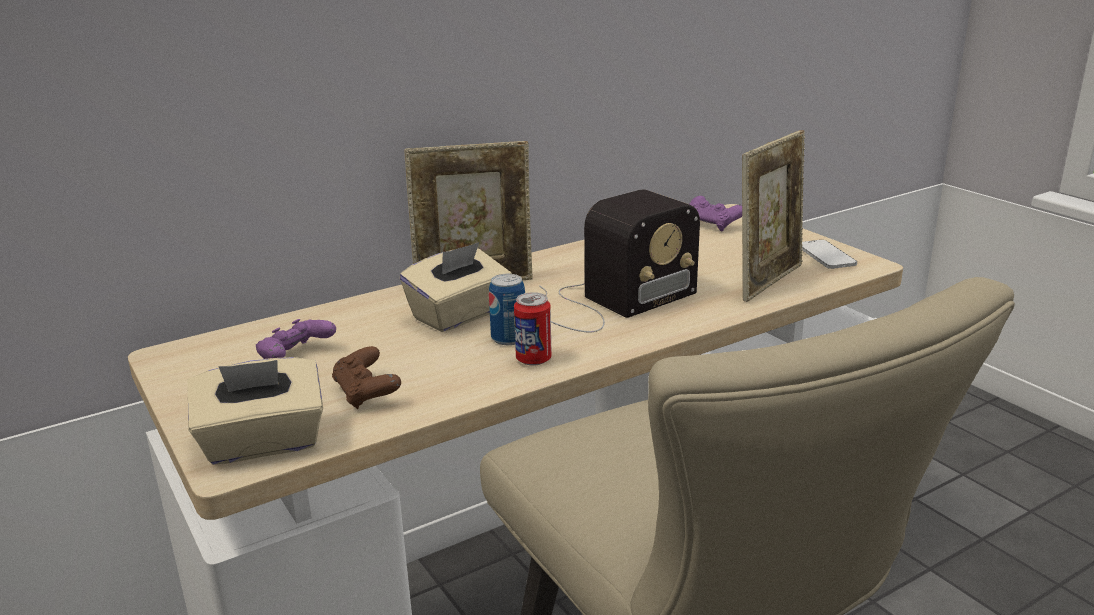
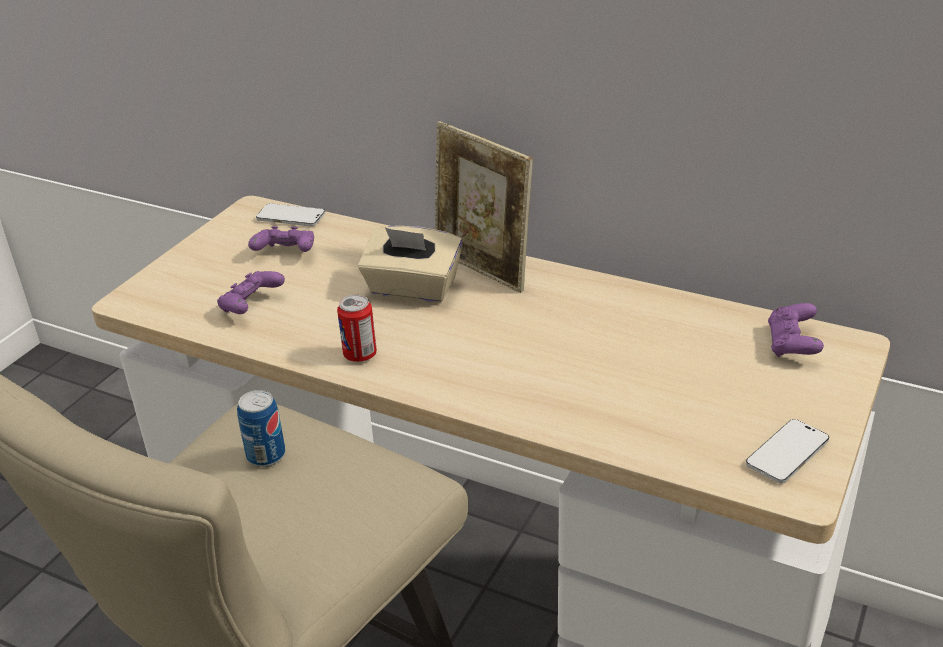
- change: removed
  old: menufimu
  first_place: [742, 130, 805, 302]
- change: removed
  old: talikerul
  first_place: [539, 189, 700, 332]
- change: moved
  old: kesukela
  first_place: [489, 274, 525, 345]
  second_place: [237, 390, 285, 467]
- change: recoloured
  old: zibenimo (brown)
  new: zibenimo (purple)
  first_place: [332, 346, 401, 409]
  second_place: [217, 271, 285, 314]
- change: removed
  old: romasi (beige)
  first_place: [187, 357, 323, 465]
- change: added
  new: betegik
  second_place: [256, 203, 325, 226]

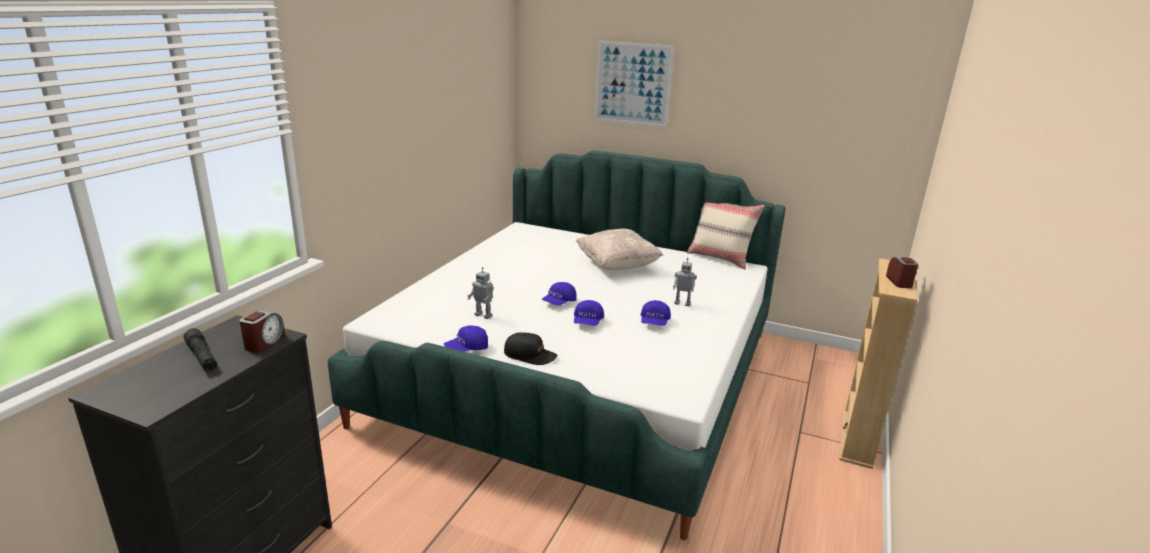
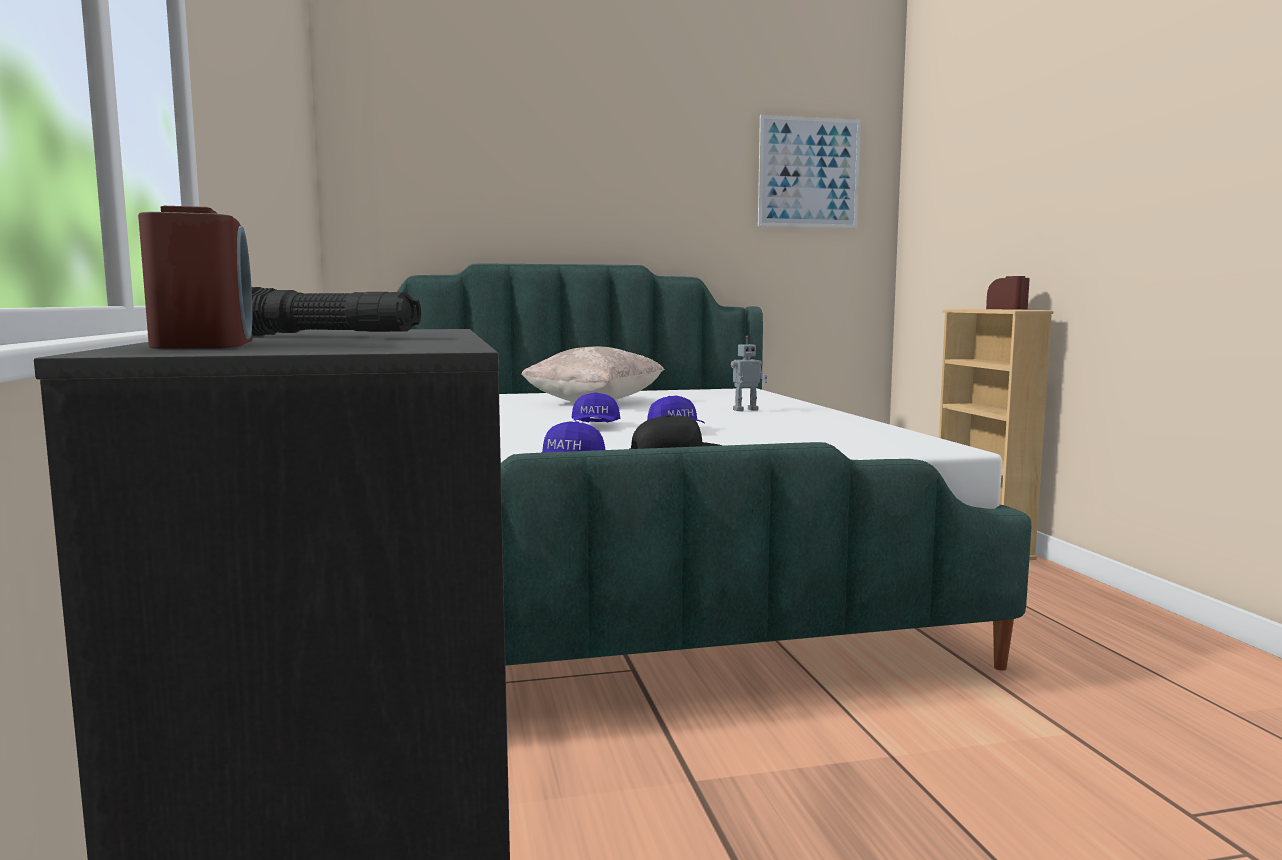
- change: moved
  old: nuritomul
  first_place: [594, 41, 674, 127]
  second_place: [758, 115, 861, 228]
- change: removed
  old: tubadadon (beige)
  first_place: [687, 202, 765, 270]
- change: removed
  old: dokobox
  first_place: [467, 267, 494, 319]
- change: removed
  old: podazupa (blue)
  first_place: [641, 300, 671, 326]
- change: moved
  old: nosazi
  first_place: [239, 310, 285, 353]
  second_place: [138, 206, 253, 349]

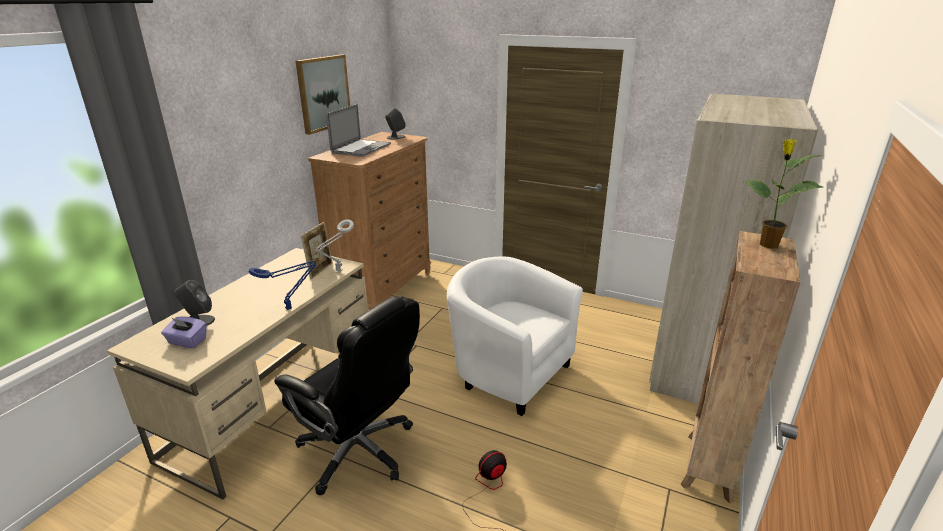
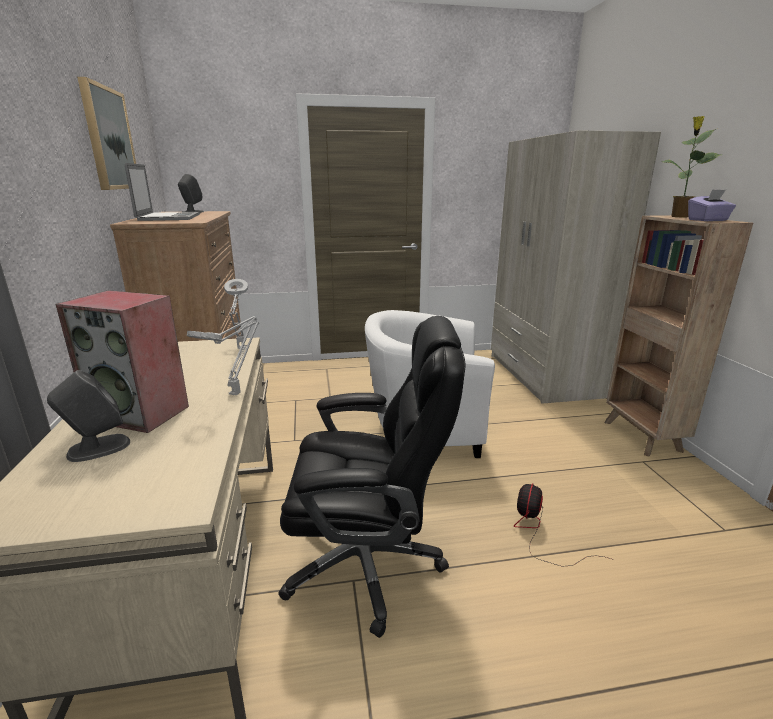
- change: removed
  old: menufimu
  first_place: [301, 222, 333, 279]
- change: recoloured
  old: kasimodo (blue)
  new: kasimodo (grey)
  first_place: [249, 260, 316, 310]
  second_place: [187, 316, 259, 395]
- change: moved
  old: romasi (purple)
  first_place: [161, 316, 206, 348]
  second_place: [688, 189, 736, 221]
- change: added
  new: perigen
  second_place: [56, 290, 189, 433]

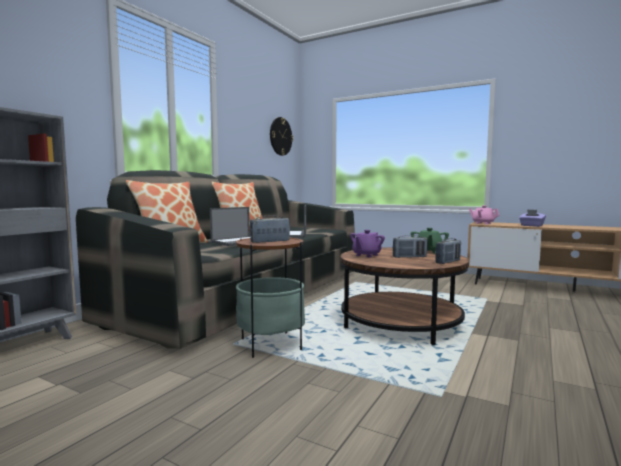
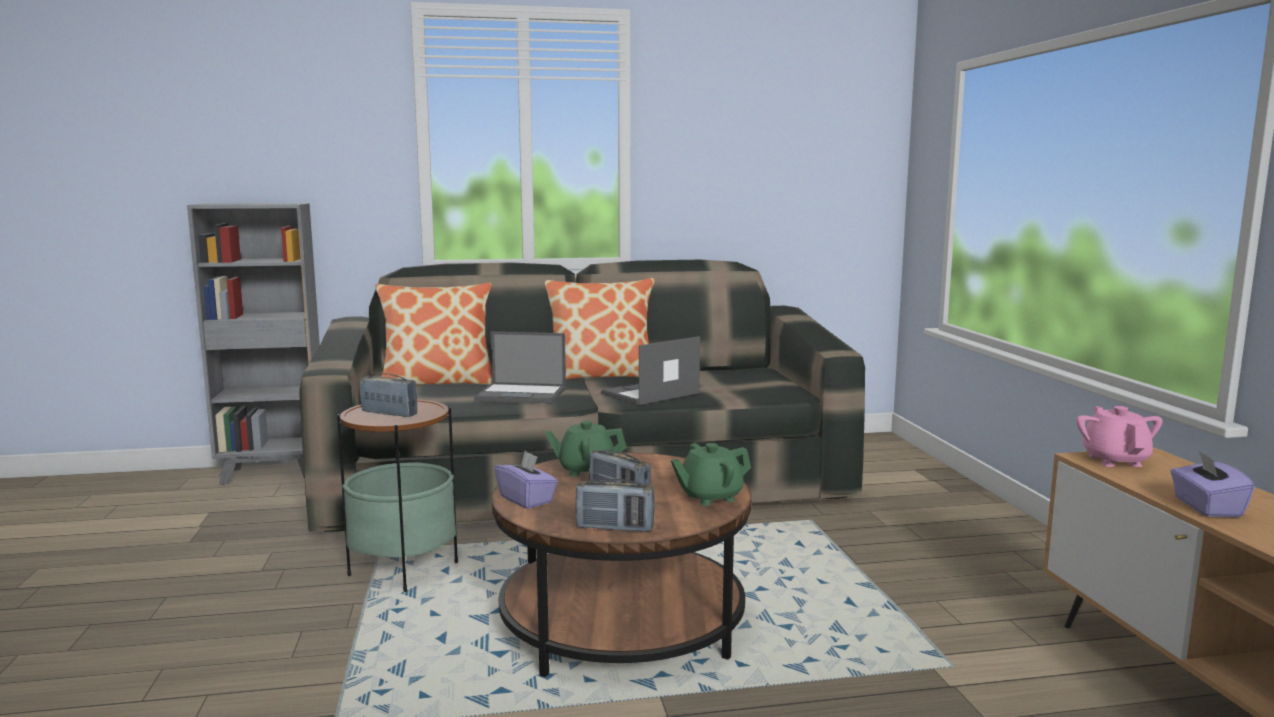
- change: removed
  old: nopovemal
  first_place: [270, 117, 293, 156]
- change: recoloured
  old: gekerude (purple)
  new: gekerude (green)
  first_place: [350, 230, 385, 257]
  second_place: [545, 421, 626, 476]
- change: added
  new: romasi (purple)
  second_place: [494, 451, 558, 509]

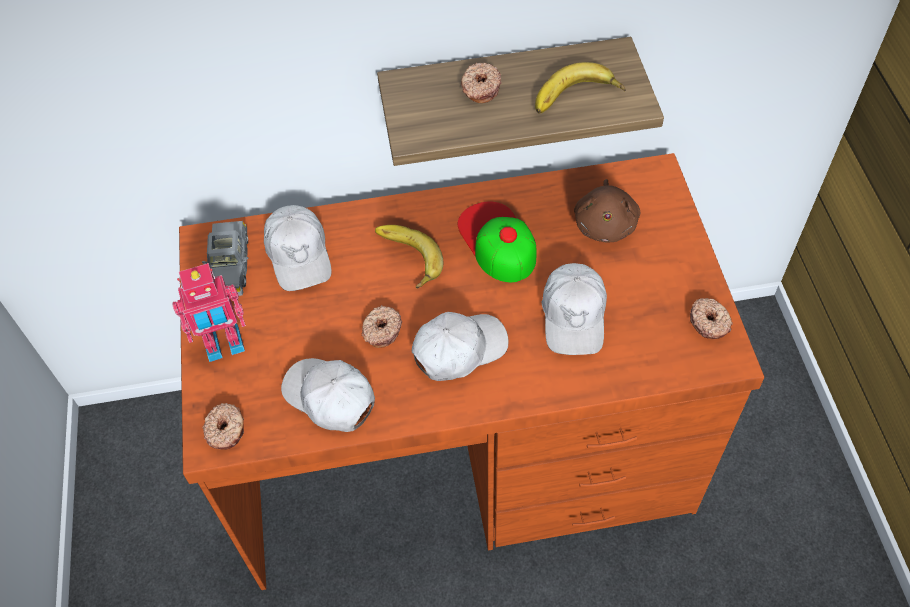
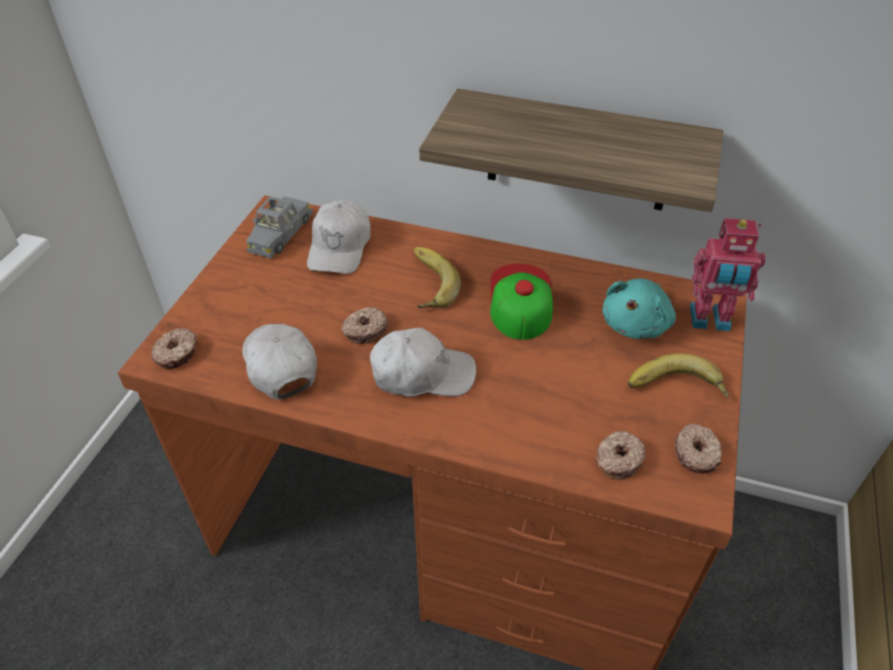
- change: moved
  old: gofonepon
  first_place: [535, 62, 626, 114]
  second_place: [628, 353, 729, 399]
- change: moved
  old: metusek
  first_place: [461, 63, 502, 103]
  second_place: [596, 430, 646, 480]
- change: recoloured
  old: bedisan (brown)
  new: bedisan (turquoise)
  first_place: [574, 179, 640, 242]
  second_place: [602, 278, 676, 339]
- change: moved
  old: dokobox
  first_place: [173, 263, 246, 362]
  second_place: [690, 218, 766, 331]
- change: removed
  old: podazupa (white)
  first_place: [542, 263, 607, 355]

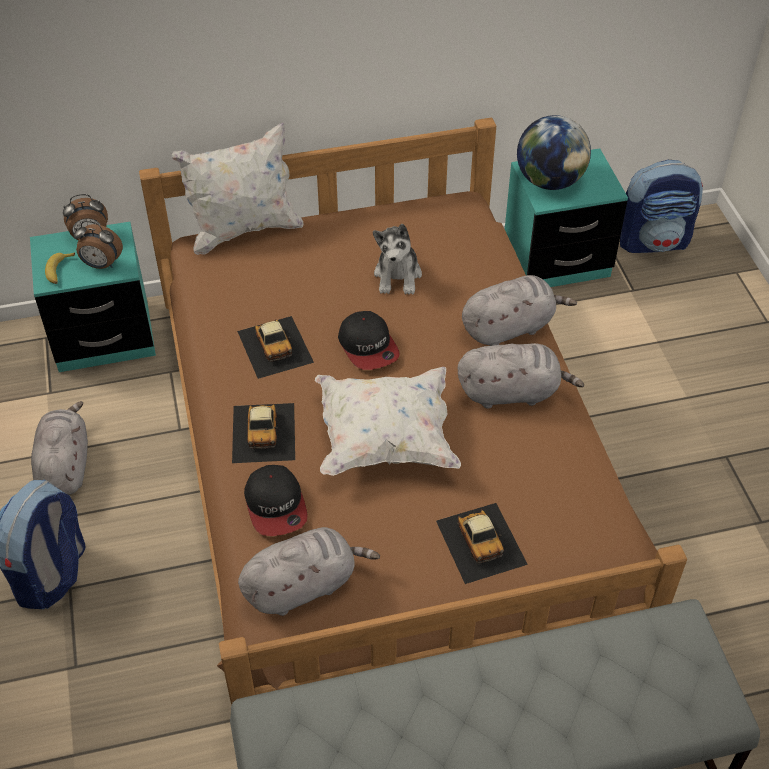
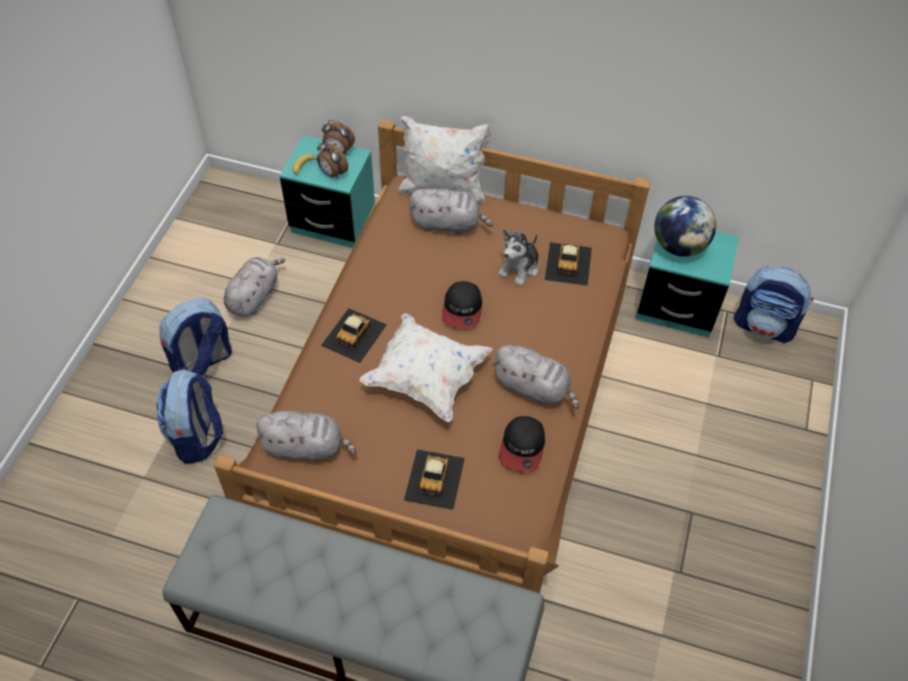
- change: moved
  old: bedisan (grey)
  first_place: [462, 275, 577, 346]
  second_place: [409, 189, 493, 235]
- change: moved
  old: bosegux
  first_place: [237, 316, 314, 379]
  second_place: [545, 242, 592, 286]
- change: moved
  old: podazupa
  first_place: [244, 465, 308, 536]
  second_place: [499, 416, 545, 472]
- change: added
  new: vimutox
  second_place: [157, 369, 223, 464]

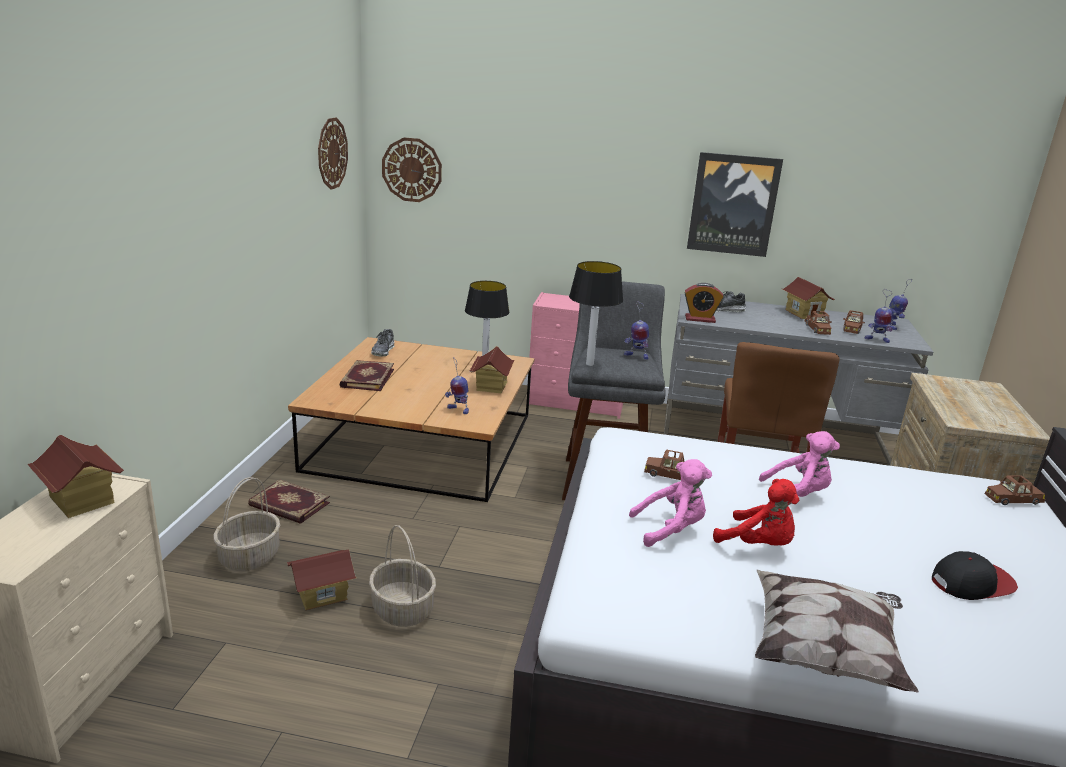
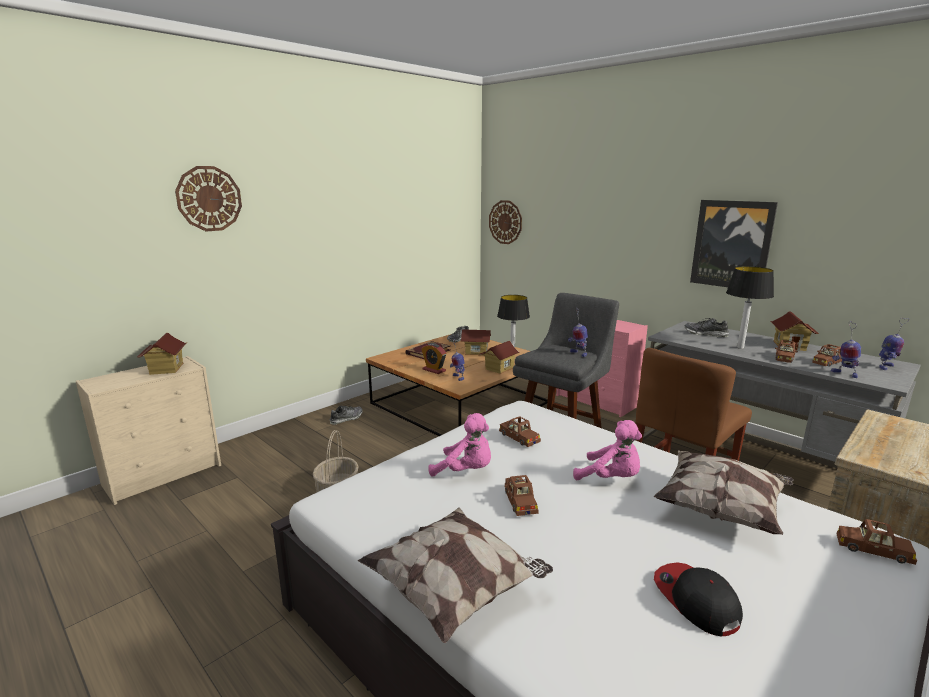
- change: moved
  old: nopovemal
  first_place: [318, 117, 348, 190]
  second_place: [175, 166, 242, 231]
- change: moved
  old: kasimodo
  first_place: [569, 261, 623, 366]
  second_place: [726, 266, 774, 349]
- change: moved
  old: nosazi
  first_place: [684, 283, 724, 323]
  second_place: [421, 343, 446, 374]
- change: removed
  old: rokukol
  first_place: [213, 477, 280, 571]
- change: replaced
  old: bedisan (red)
  new: bosegux (brown)
  first_place: [713, 479, 799, 545]
  second_place: [504, 475, 539, 516]
- change: replaced
  old: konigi
  new: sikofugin
  first_place: [248, 480, 330, 524]
  second_place: [330, 406, 363, 424]
- change: moved
  old: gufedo
  first_place: [287, 549, 356, 610]
  second_place: [461, 329, 491, 355]
- change: turned
  old: podazupa
  first_place: [932, 551, 1018, 600]
  second_place: [654, 562, 743, 636]
  degrees: -135
- change: added
  new: tubadadon
  second_place: [654, 450, 794, 535]

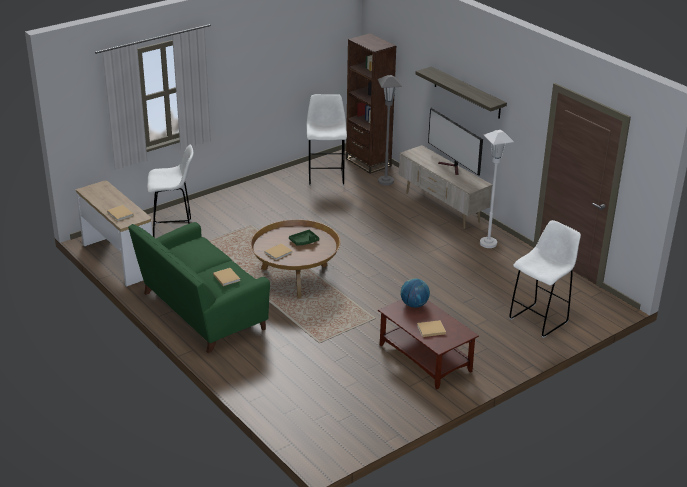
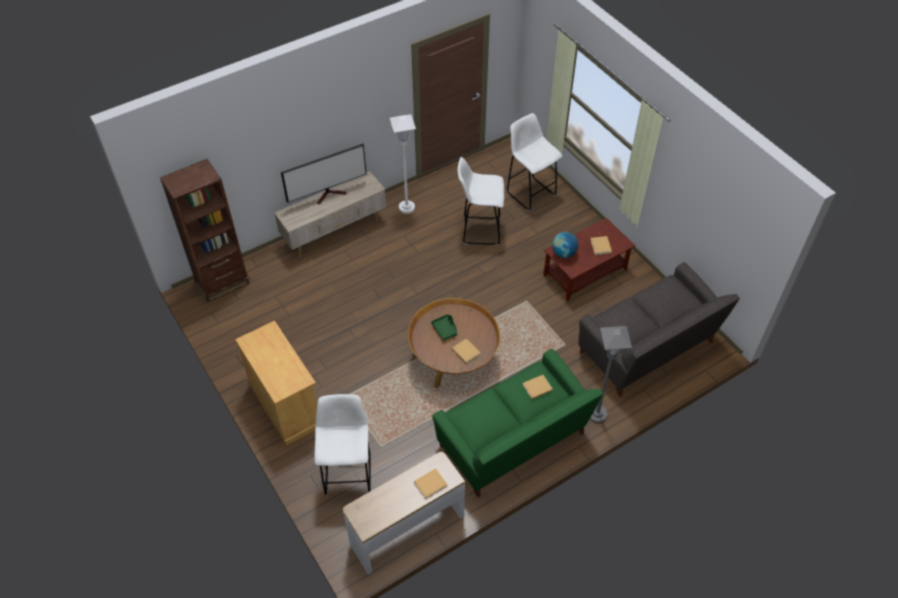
- change: removed
  old: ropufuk
  first_place: [415, 66, 507, 119]
- change: moved
  old: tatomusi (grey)
  first_place: [378, 75, 402, 185]
  second_place: [590, 326, 632, 423]
- change: moved
  old: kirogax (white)
  first_place: [307, 94, 347, 186]
  second_place: [458, 157, 504, 245]
- change: added
  new: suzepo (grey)
  second_place: [578, 262, 740, 397]
- change: added
  new: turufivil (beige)
  second_place: [235, 321, 317, 445]

